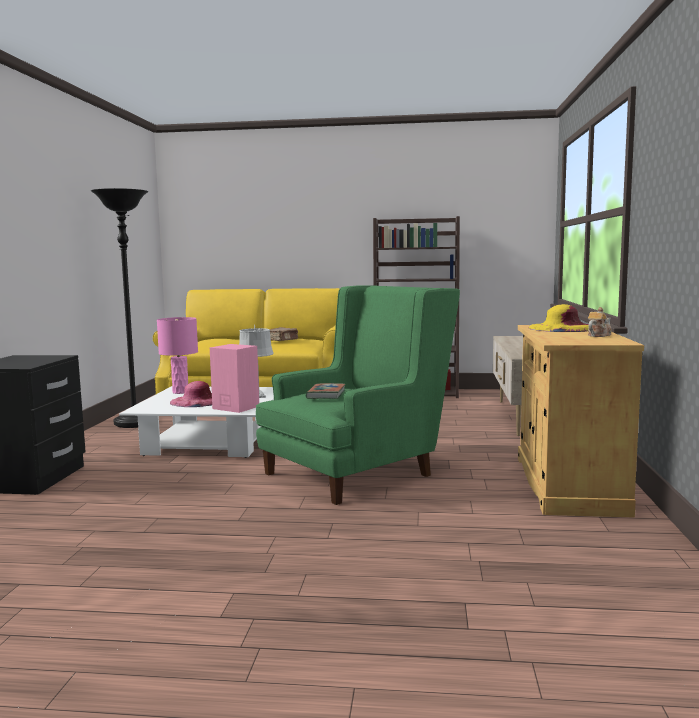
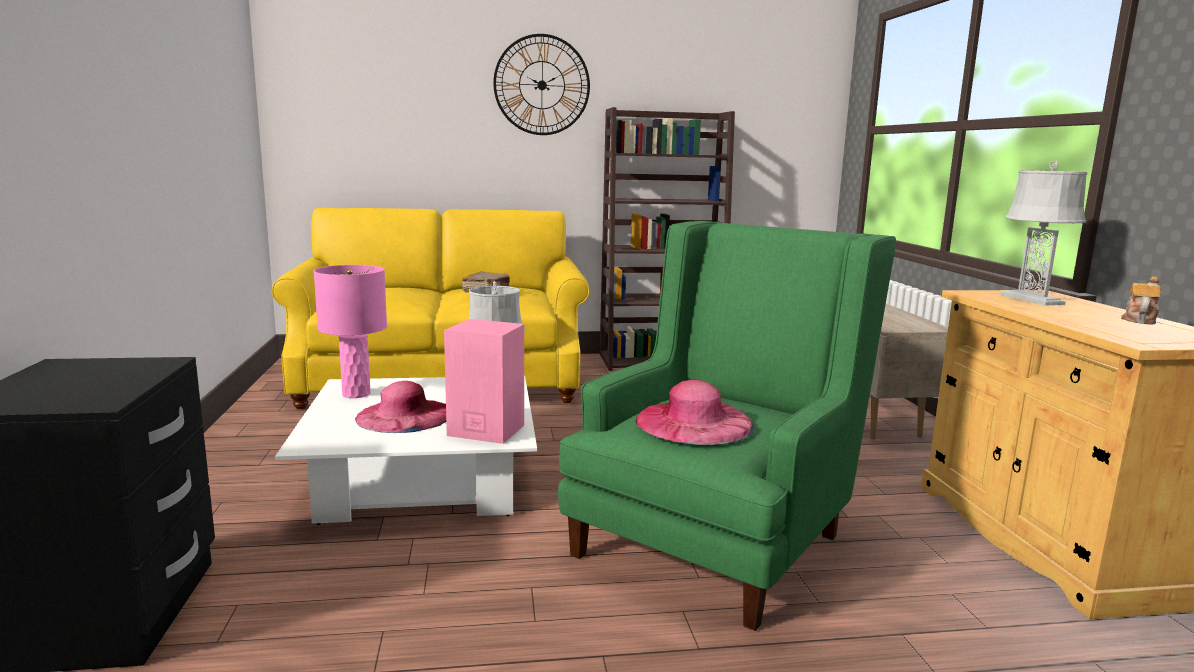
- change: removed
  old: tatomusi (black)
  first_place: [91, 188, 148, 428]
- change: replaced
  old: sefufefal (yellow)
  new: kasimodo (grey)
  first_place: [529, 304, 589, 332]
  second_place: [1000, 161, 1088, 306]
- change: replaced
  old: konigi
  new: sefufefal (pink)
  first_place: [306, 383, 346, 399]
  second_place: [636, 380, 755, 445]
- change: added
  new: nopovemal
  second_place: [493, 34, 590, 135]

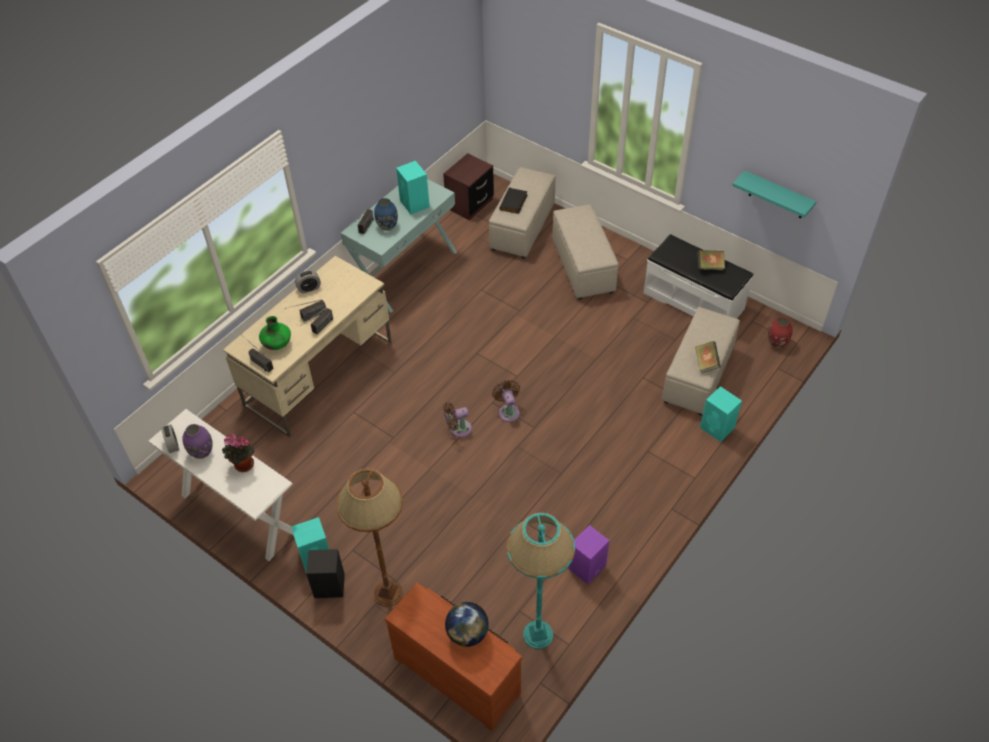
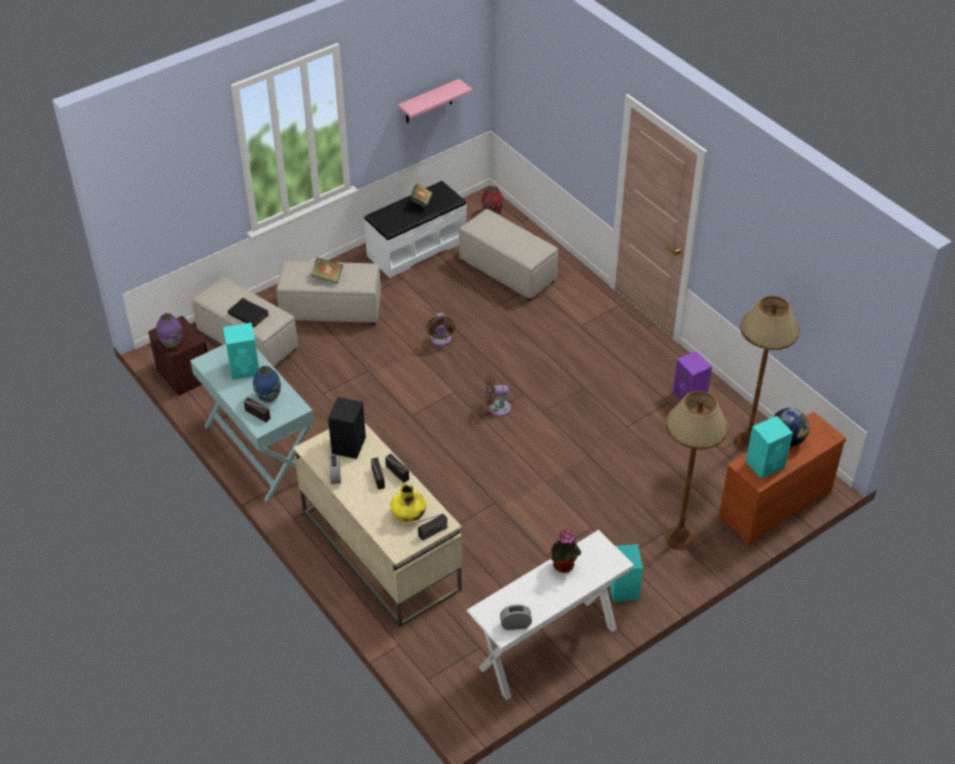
- change: recoloured
  old: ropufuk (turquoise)
  new: ropufuk (pink)
  first_place: [732, 170, 817, 219]
  second_place: [398, 79, 472, 123]
- change: recoloured
  old: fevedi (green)
  new: fevedi (yellow)
  first_place: [259, 316, 291, 350]
  second_place: [391, 483, 426, 522]
- change: moved
  old: konigi
  first_place: [695, 341, 721, 373]
  second_place: [311, 258, 343, 284]
- change: moved
  old: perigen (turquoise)
  first_place: [700, 386, 742, 442]
  second_place: [746, 416, 793, 479]
- change: moved
  old: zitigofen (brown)
  first_place: [443, 402, 472, 437]
  second_place: [426, 313, 455, 346]
- change: moved
  old: fevedi (purple)
  first_place: [182, 424, 213, 459]
  second_place: [156, 313, 183, 348]
- change: recoloured
  old: tatomusi (turquoise)
  new: tatomusi (brown)
  first_place: [507, 513, 575, 649]
  second_place: [734, 296, 800, 452]
- change: moved
  old: perigen (black)
  first_place: [306, 549, 345, 598]
  second_place: [328, 397, 366, 459]

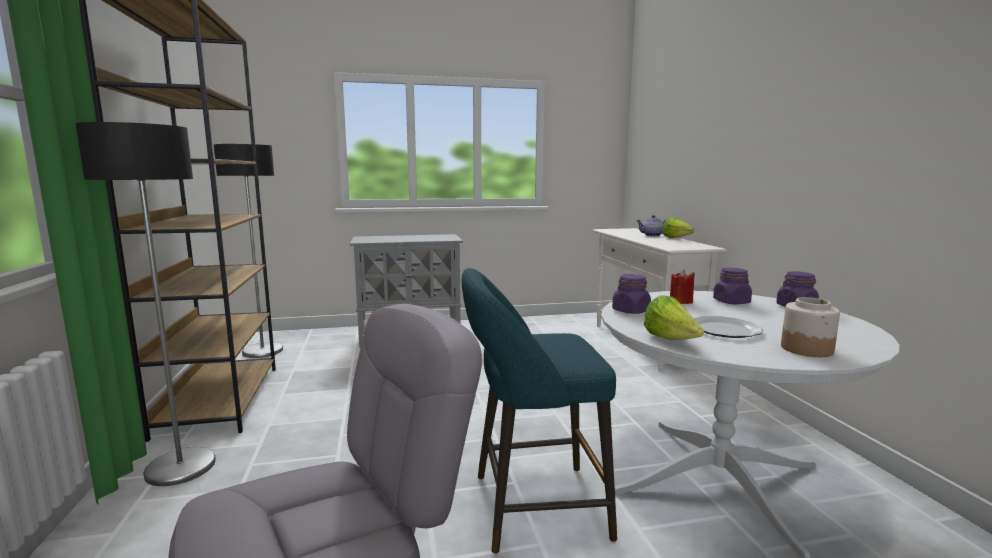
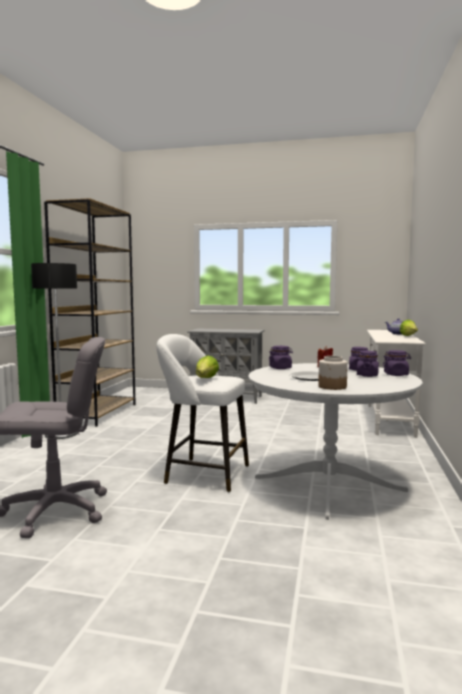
- change: removed
  old: tatomusi
  first_place: [214, 144, 283, 358]
- change: recoloured
  old: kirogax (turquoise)
  new: kirogax (white)
  first_place: [461, 268, 617, 554]
  second_place: [157, 334, 249, 492]
- change: moved
  old: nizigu
  first_place: [644, 295, 704, 340]
  second_place: [196, 355, 219, 378]
- change: added
  new: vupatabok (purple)
  second_place: [357, 351, 379, 377]

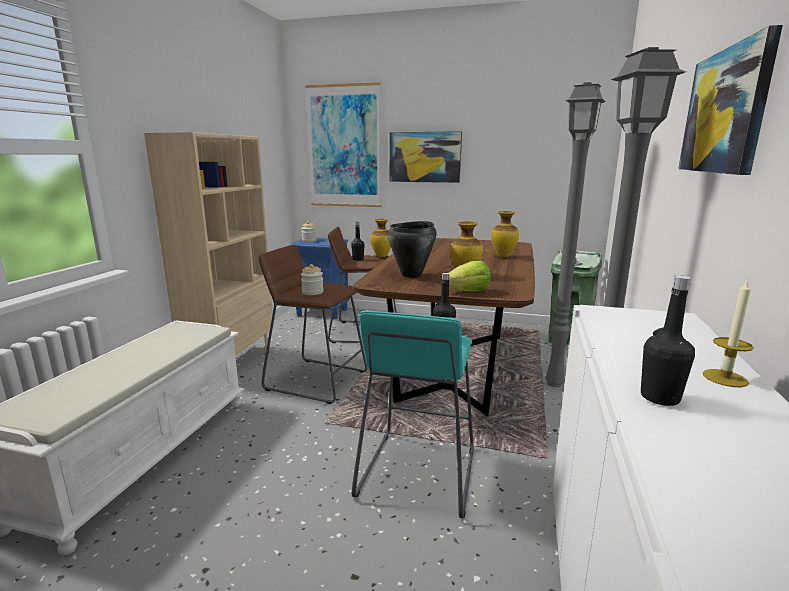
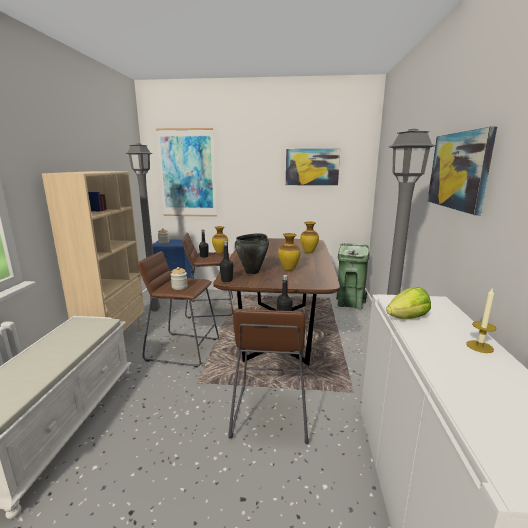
- change: moved
  old: tatomusi (grey)
  first_place: [545, 82, 606, 387]
  second_place: [126, 144, 161, 312]
- change: moved
  old: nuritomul
  first_place: [389, 131, 462, 183]
  second_place: [286, 149, 340, 186]
- change: moved
  old: nizigu
  first_place: [449, 261, 491, 292]
  second_place: [386, 287, 431, 319]
- change: moved
  old: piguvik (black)
  first_place: [641, 275, 695, 406]
  second_place: [219, 241, 233, 282]
- change: recoloured
  old: kirogax (turquoise)
  new: kirogax (brown)
  first_place: [352, 310, 474, 518]
  second_place: [228, 309, 309, 444]

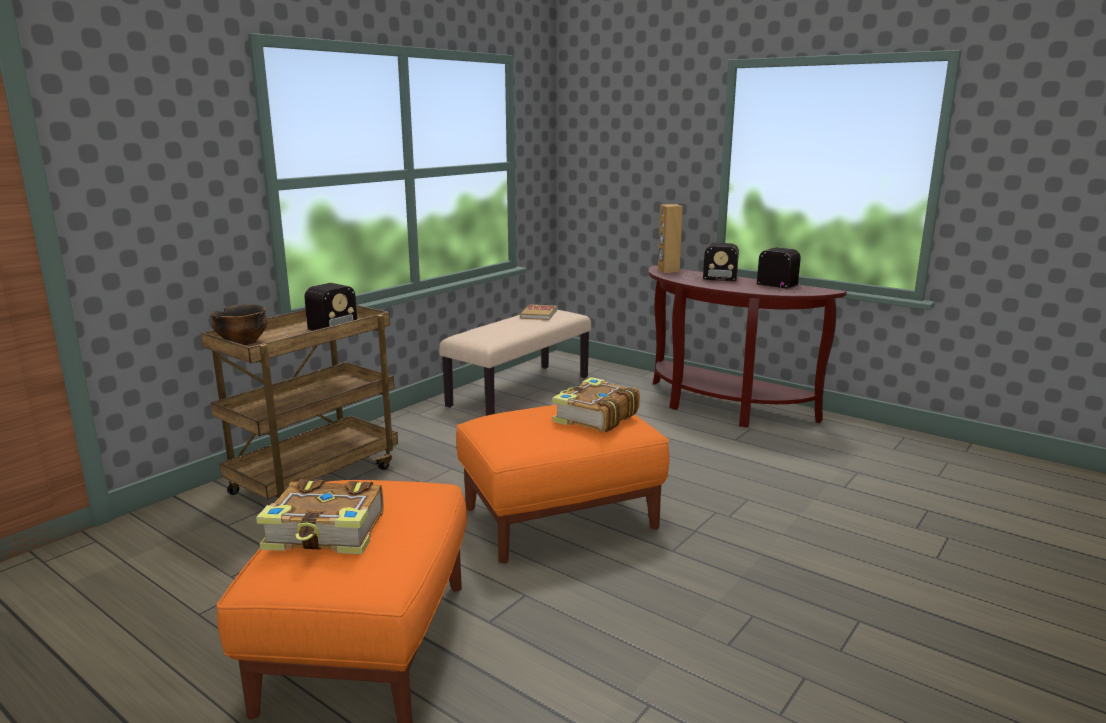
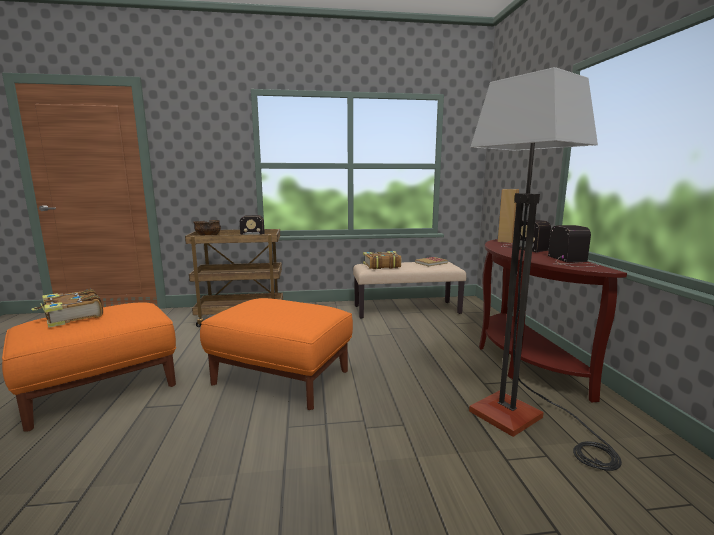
- change: moved
  old: konigi
  first_place: [552, 377, 640, 433]
  second_place: [363, 251, 401, 269]
- change: added
  new: tatomusi
  second_place: [469, 67, 622, 471]

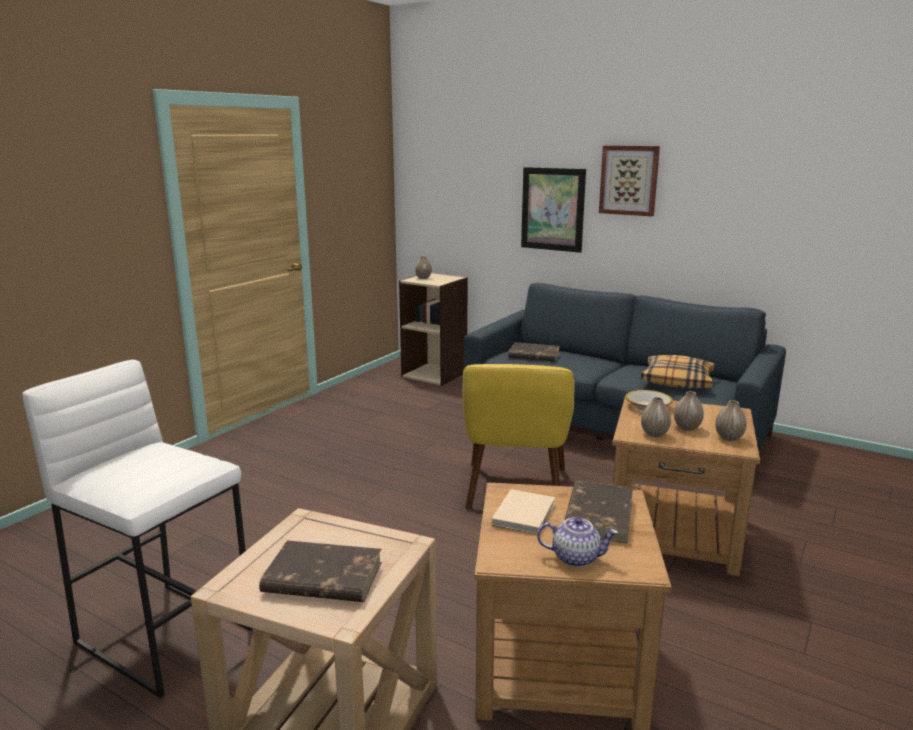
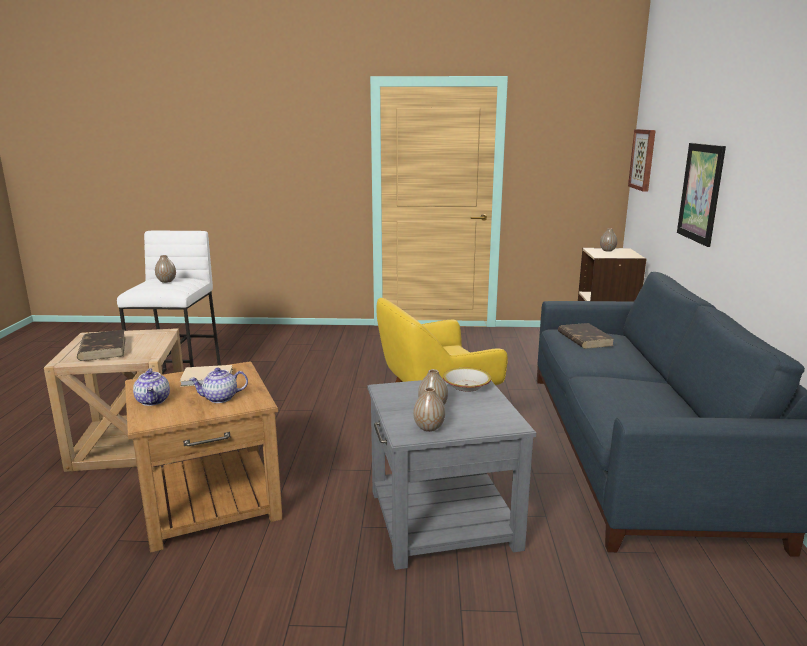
- change: moved
  old: nuritomul
  first_place: [599, 146, 660, 216]
  second_place: [628, 129, 656, 192]
- change: removed
  old: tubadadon
  first_place: [641, 355, 715, 389]
- change: moved
  old: fevedi
  first_place: [641, 397, 671, 437]
  second_place: [155, 255, 176, 283]
- change: recoloured
  old: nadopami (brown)
  new: nadopami (grey)
  first_place: [612, 398, 760, 577]
  second_place: [368, 380, 536, 570]
- change: replaced
  old: konigi (brown)
  new: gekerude
  first_place: [565, 481, 633, 543]
  second_place: [189, 368, 248, 403]

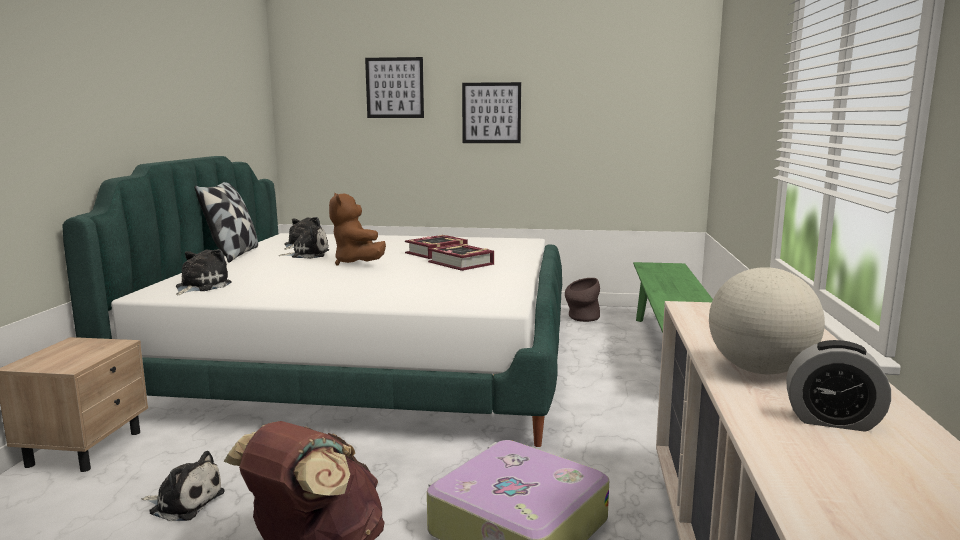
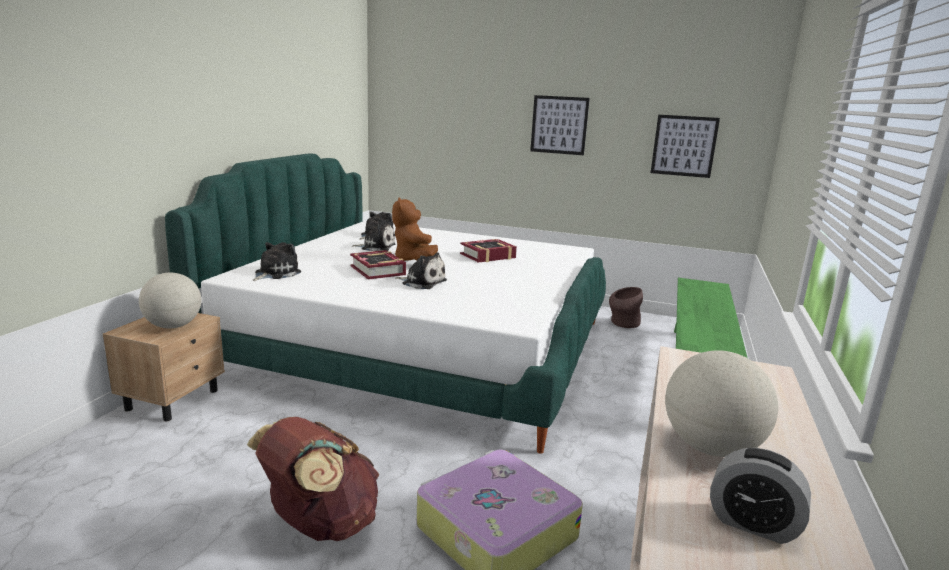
- change: moved
  old: nuritomul
  first_place: [365, 57, 424, 118]
  second_place: [651, 115, 720, 178]
- change: removed
  old: tubadadon
  first_place: [194, 182, 258, 263]
- change: moved
  old: konigi
  first_place: [428, 244, 494, 271]
  second_place: [350, 250, 406, 280]
- change: moved
  old: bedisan
  first_place: [142, 451, 225, 521]
  second_place: [395, 252, 447, 289]
- change: added
  new: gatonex
  second_place: [139, 273, 201, 329]

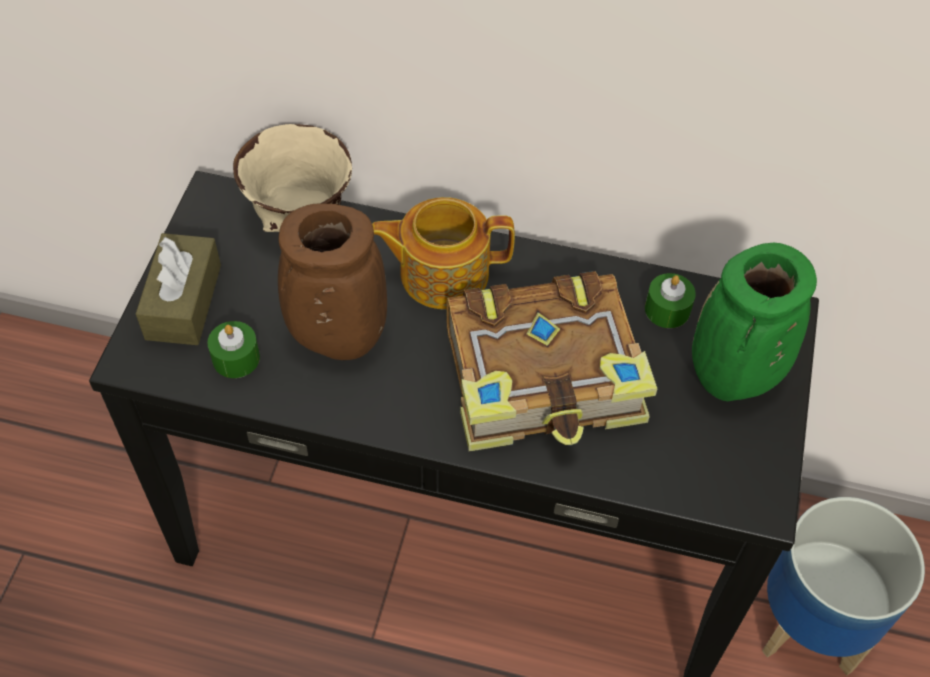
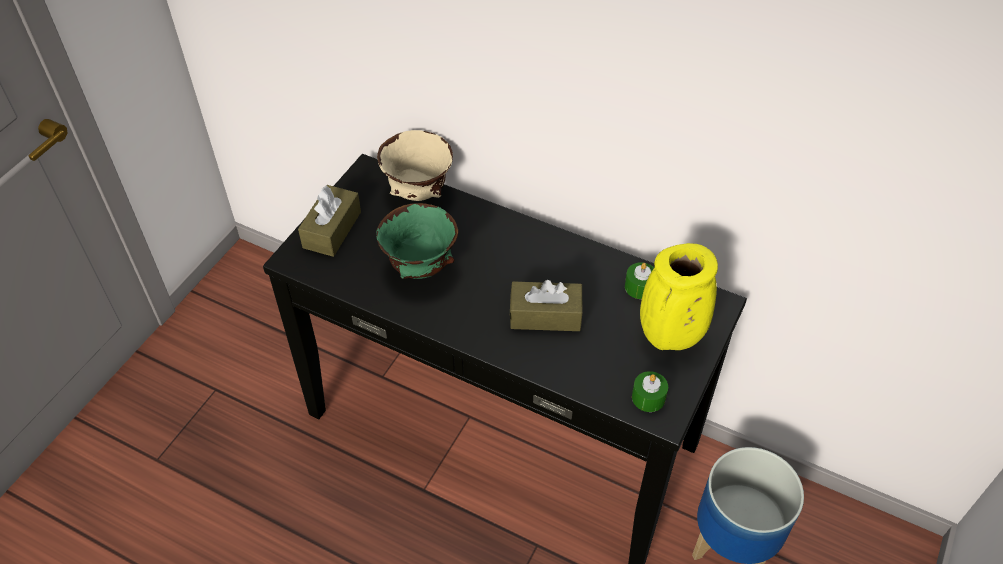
- change: removed
  old: gekerude
  first_place: [372, 197, 515, 309]
- change: replaced
  old: fevedi (brown)
  new: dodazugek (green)
  first_place: [278, 204, 387, 360]
  second_place: [376, 203, 458, 279]
- change: recoloured
  old: fevedi (green)
  new: fevedi (yellow)
  first_place: [692, 243, 817, 401]
  second_place: [640, 243, 718, 350]
- change: replaced
  old: konigi
  new: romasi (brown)
  first_place: [446, 271, 657, 451]
  second_place: [510, 280, 583, 331]
- change: moved
  old: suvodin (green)
  first_place: [207, 321, 260, 378]
  second_place: [632, 371, 668, 412]

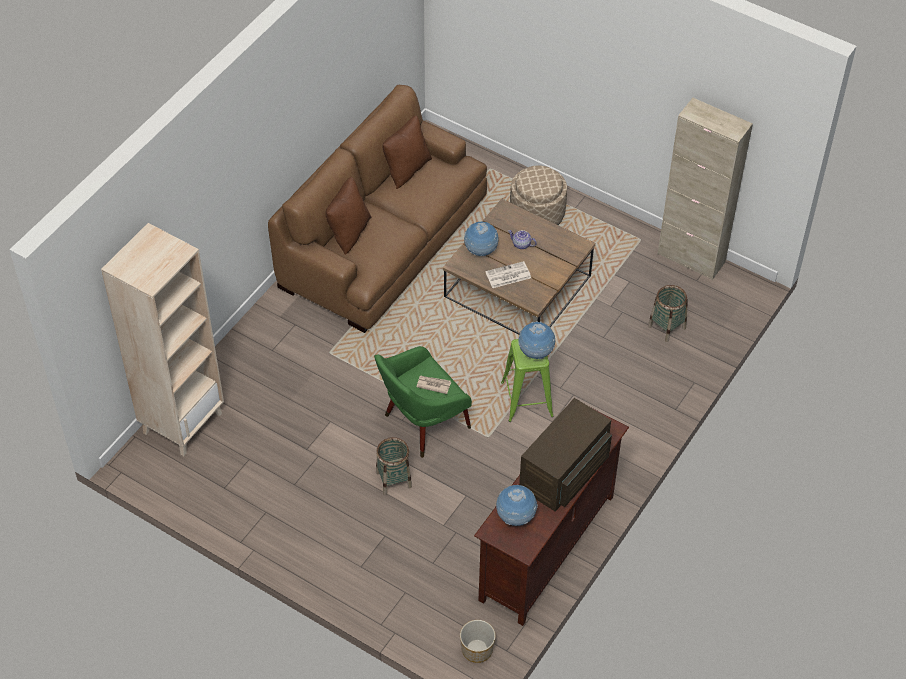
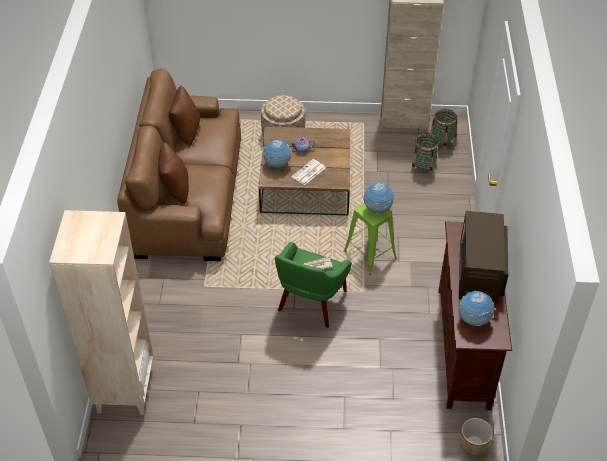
- change: moved
  old: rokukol
  first_place: [376, 437, 412, 495]
  second_place: [430, 109, 457, 153]

